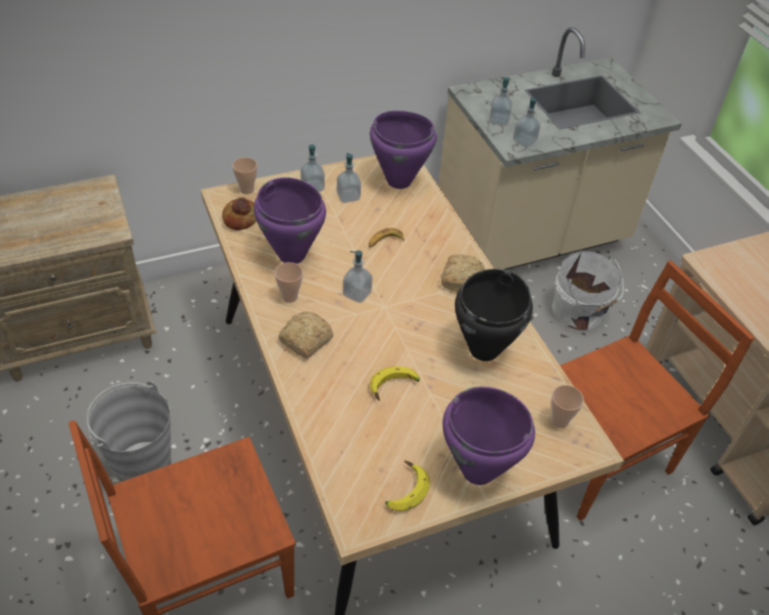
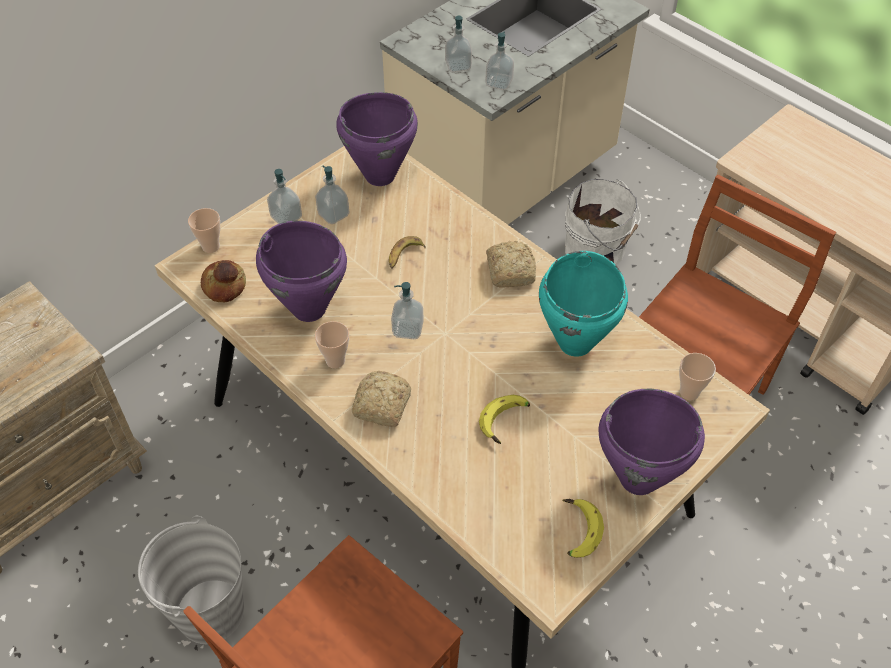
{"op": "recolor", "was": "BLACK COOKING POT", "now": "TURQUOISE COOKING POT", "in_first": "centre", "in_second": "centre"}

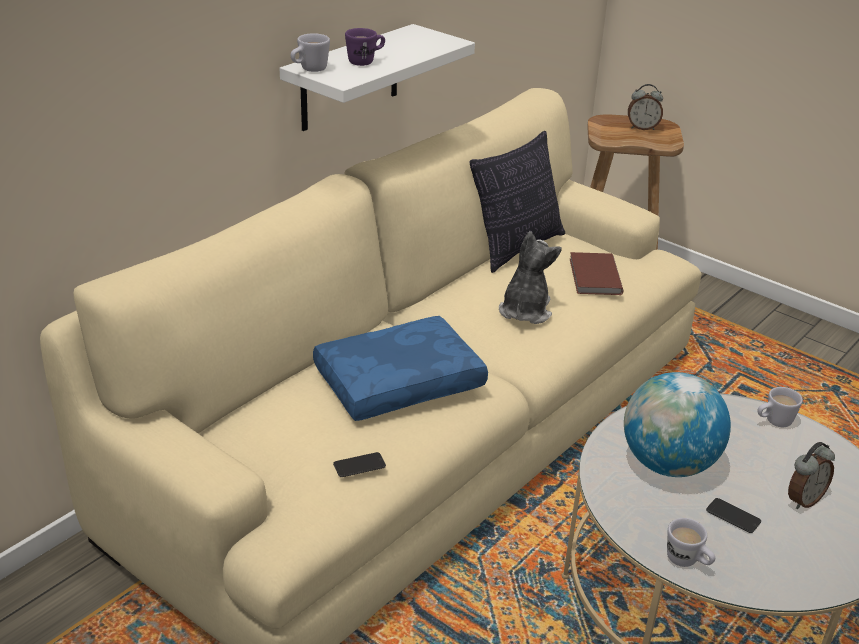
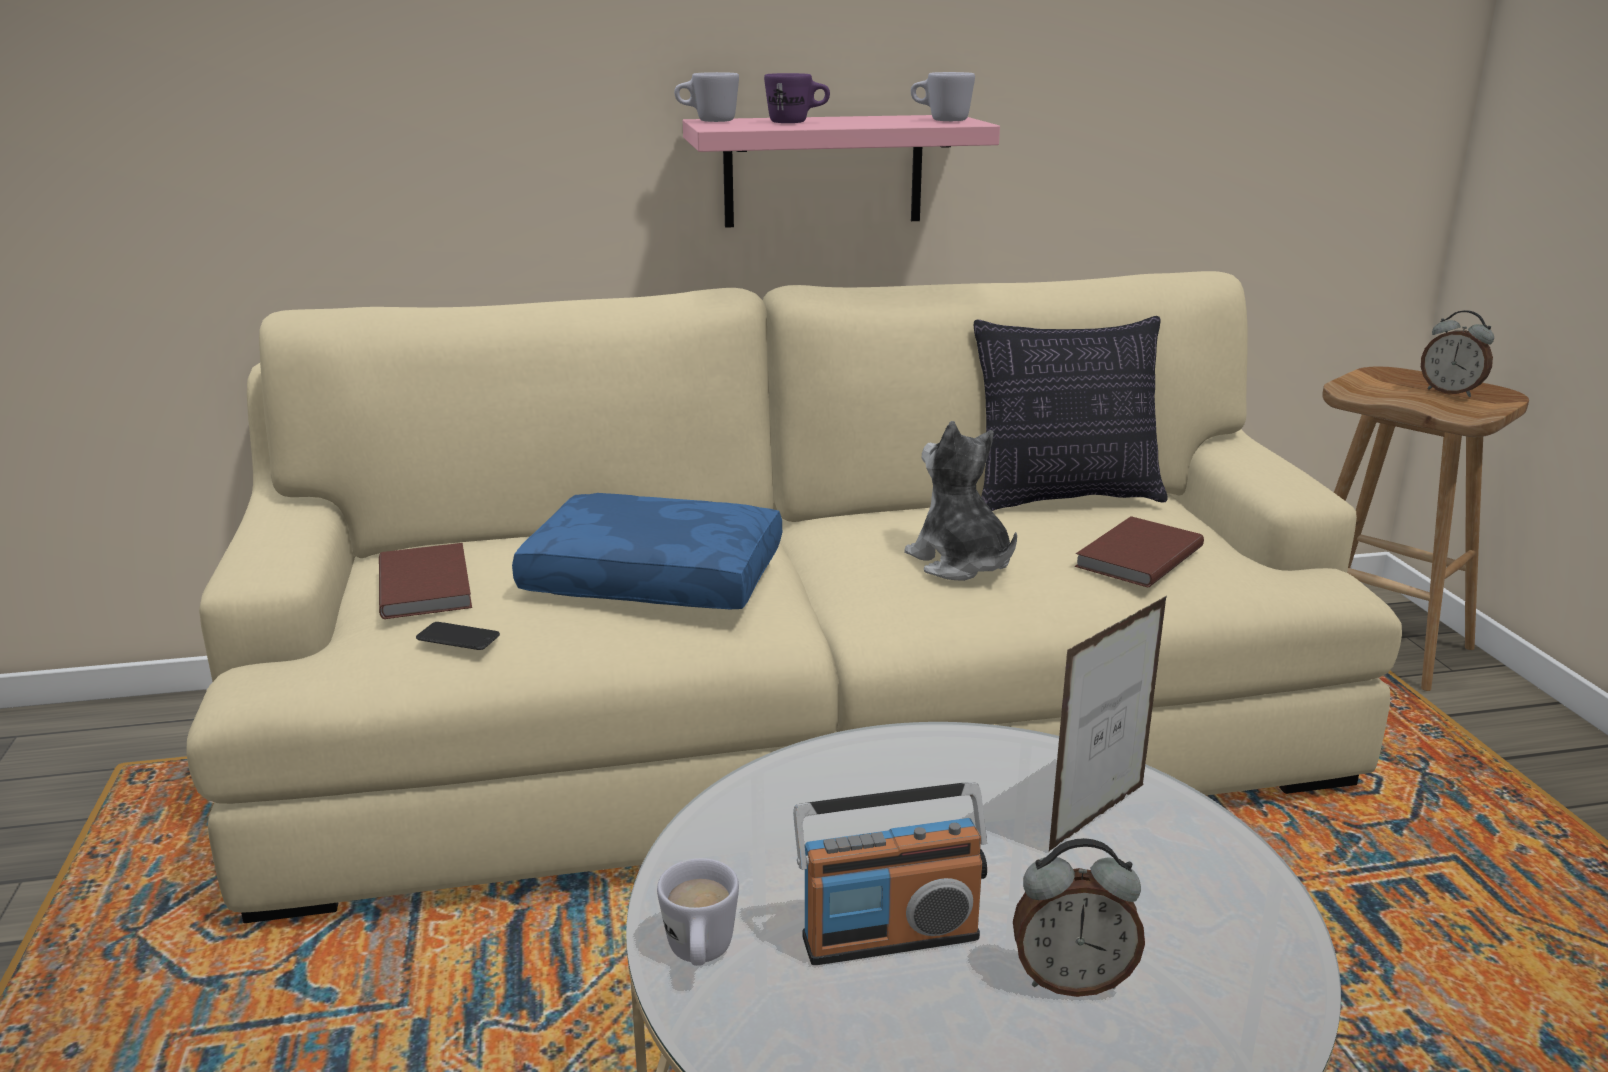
{"op": "recolor", "was": "WHITE SHELF", "now": "PINK SHELF", "in_first": "top centre", "in_second": "top centre"}
{"op": "rotate", "was": "PLUSH TOY", "in_first": "centre", "in_second": "centre", "clockwise": -90}
{"op": "delete", "was": "GLOBE", "in_first": "middle right"}
{"op": "replace", "was": "PHONE (2nd from left)", "now": "RADIO", "in_first": "bottom right", "in_second": "bottom centre"}
{"op": "move", "was": "WHITE MUG (3rd from left)", "in_first": "middle right", "in_second": "top centre"}
{"op": "insert", "now": "BROWN BOOK (1st from left)", "in_second": "middle left"}
{"op": "insert", "now": "PICTURE FRAME", "in_second": "bottom right"}

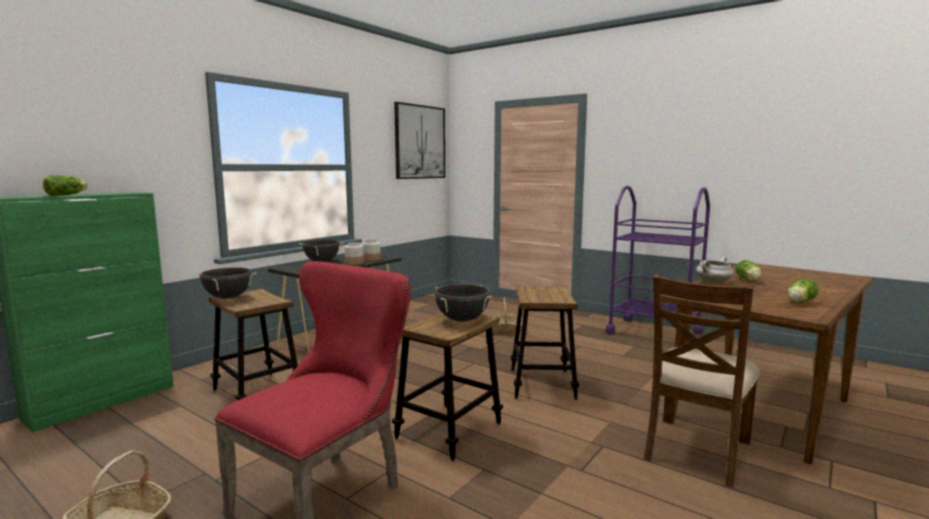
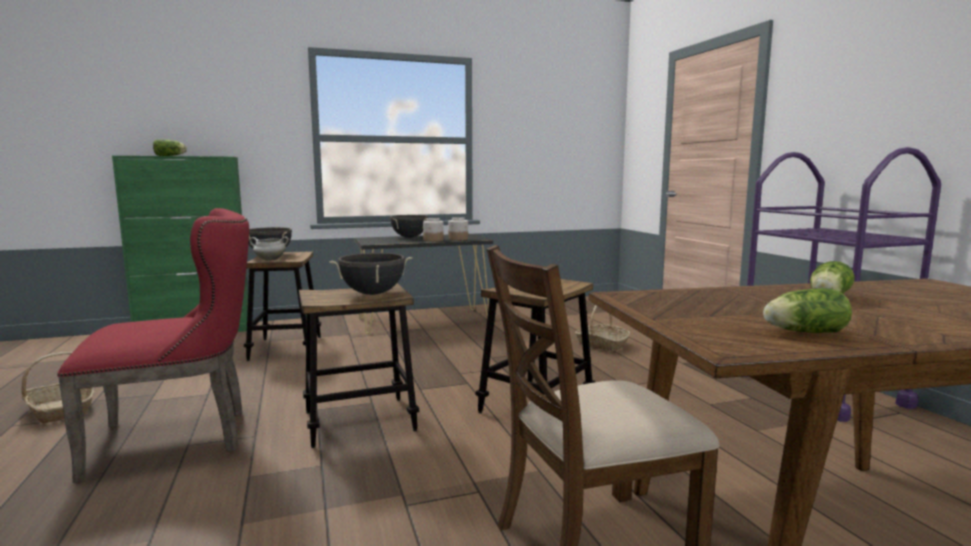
{"op": "delete", "was": "PICTURE", "in_first": "top centre"}
{"op": "move", "was": "WHITE COOKING POT", "in_first": "middle right", "in_second": "middle left"}

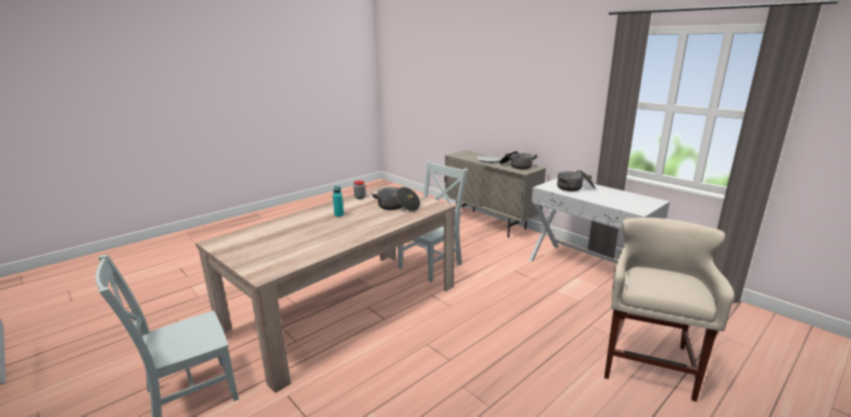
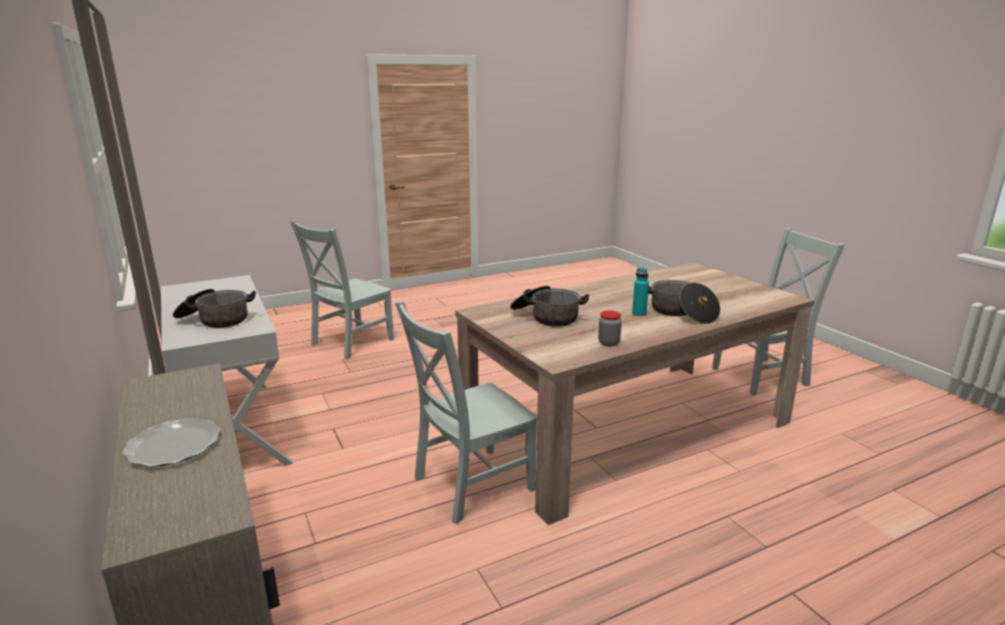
{"op": "move", "was": "COOKING POT (2nd from left in the first image)", "now": "COOKING POT (3rd from left)", "in_first": "centre", "in_second": "middle right"}
{"op": "replace", "was": "BEIGE STOOL", "now": "GREY CHAIR (1st from left)", "in_first": "bottom right", "in_second": "centre"}

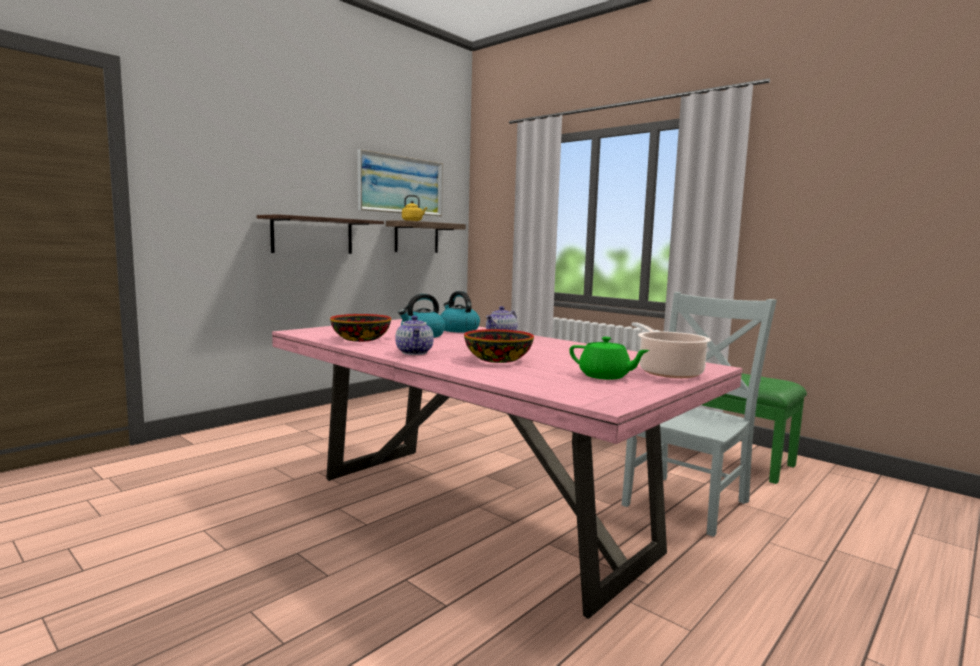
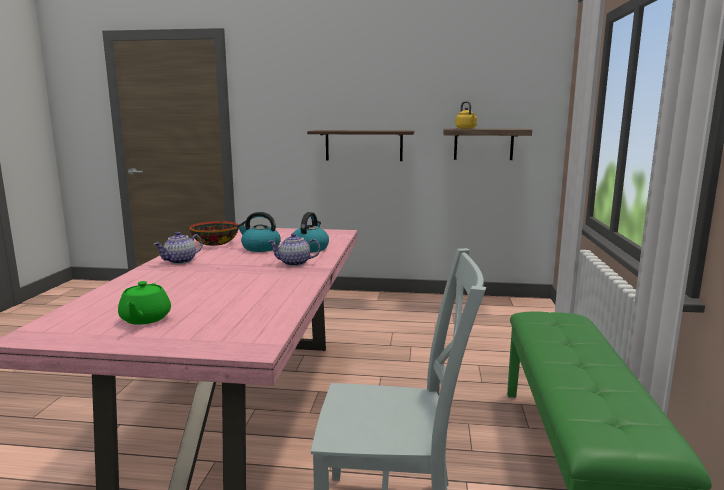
{"op": "delete", "was": "PICTURE", "in_first": "top centre"}
{"op": "delete", "was": "BOWL (2nd from left)", "in_first": "centre"}
{"op": "delete", "was": "COOKING POT", "in_first": "middle right"}

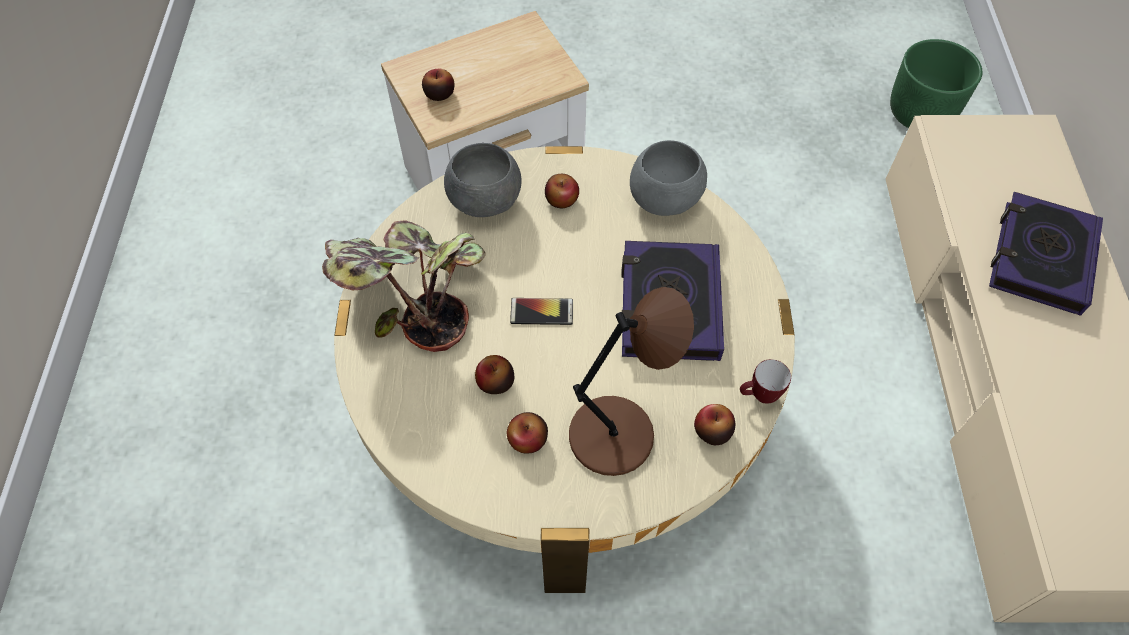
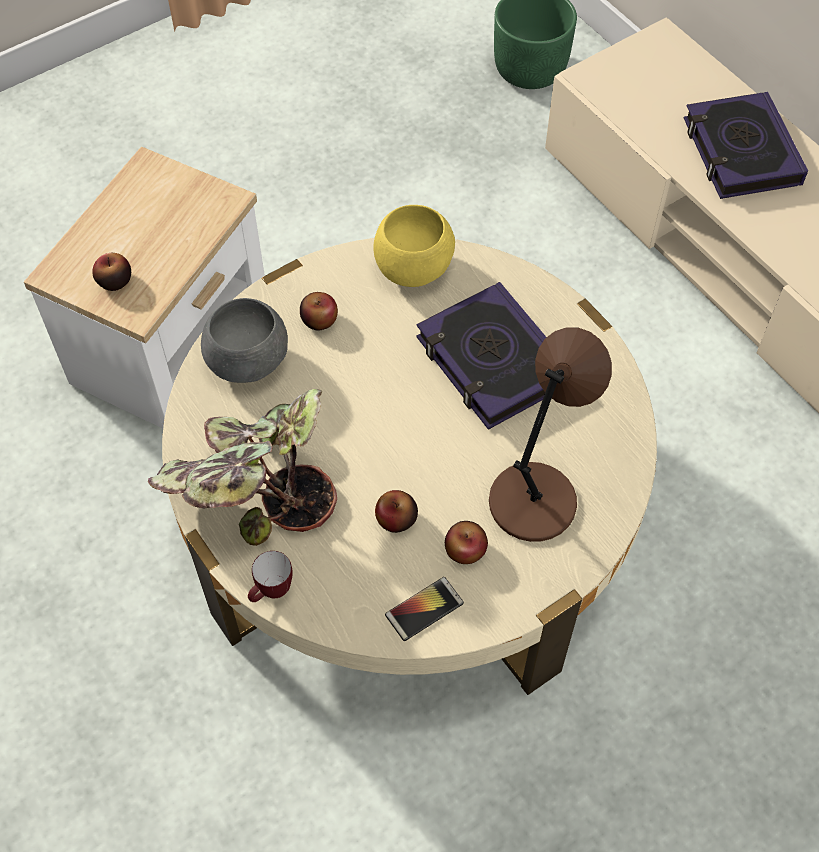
{"op": "move", "was": "PHONE", "in_first": "centre", "in_second": "bottom centre"}
{"op": "recolor", "was": "GREY BOWL (2nd from left)", "now": "YELLOW BOWL", "in_first": "top centre", "in_second": "top centre"}
{"op": "delete", "was": "APPLE (5th from left)", "in_first": "bottom centre"}
{"op": "move", "was": "MUG", "in_first": "middle right", "in_second": "bottom left"}

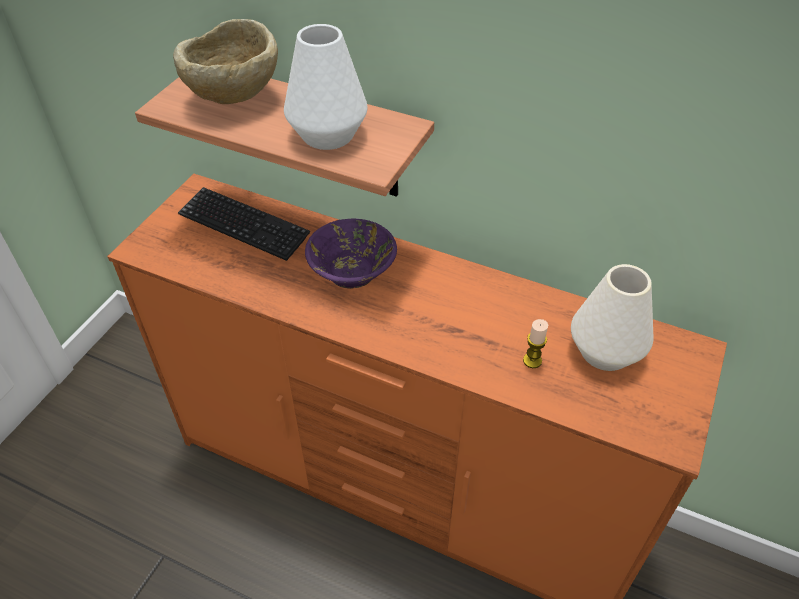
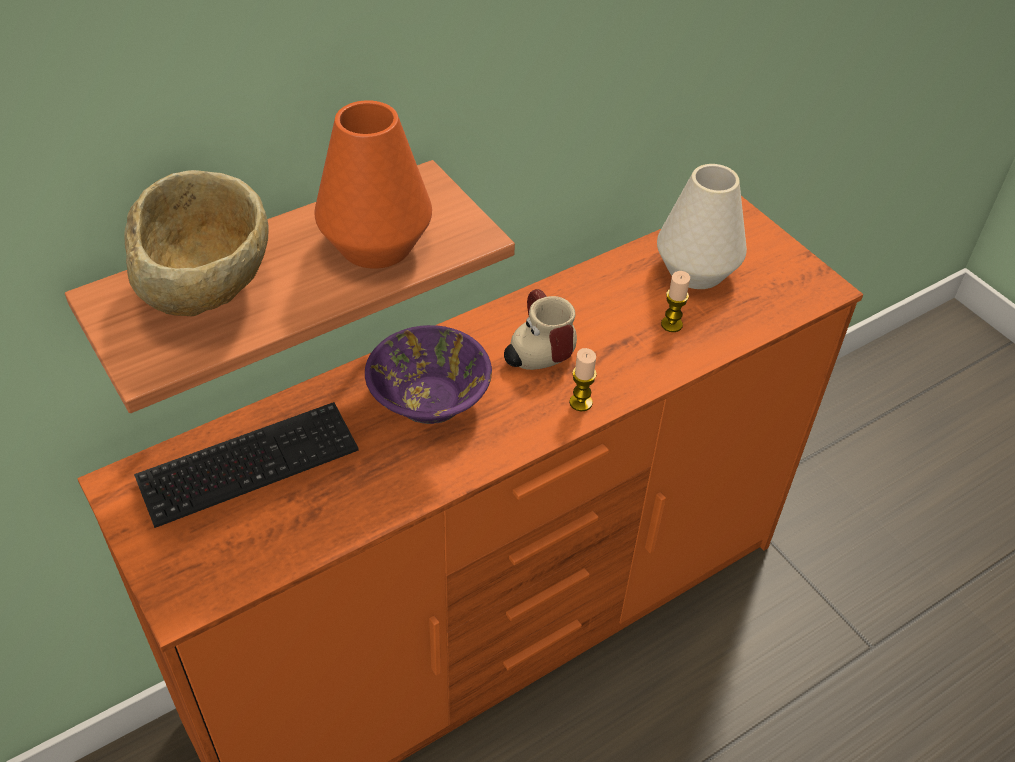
{"op": "recolor", "was": "WHITE VASE (1st from left)", "now": "ORANGE VASE", "in_first": "top centre", "in_second": "top centre"}
{"op": "insert", "now": "MUG", "in_second": "centre"}
{"op": "insert", "now": "CANDLE (1st from left)", "in_second": "centre"}

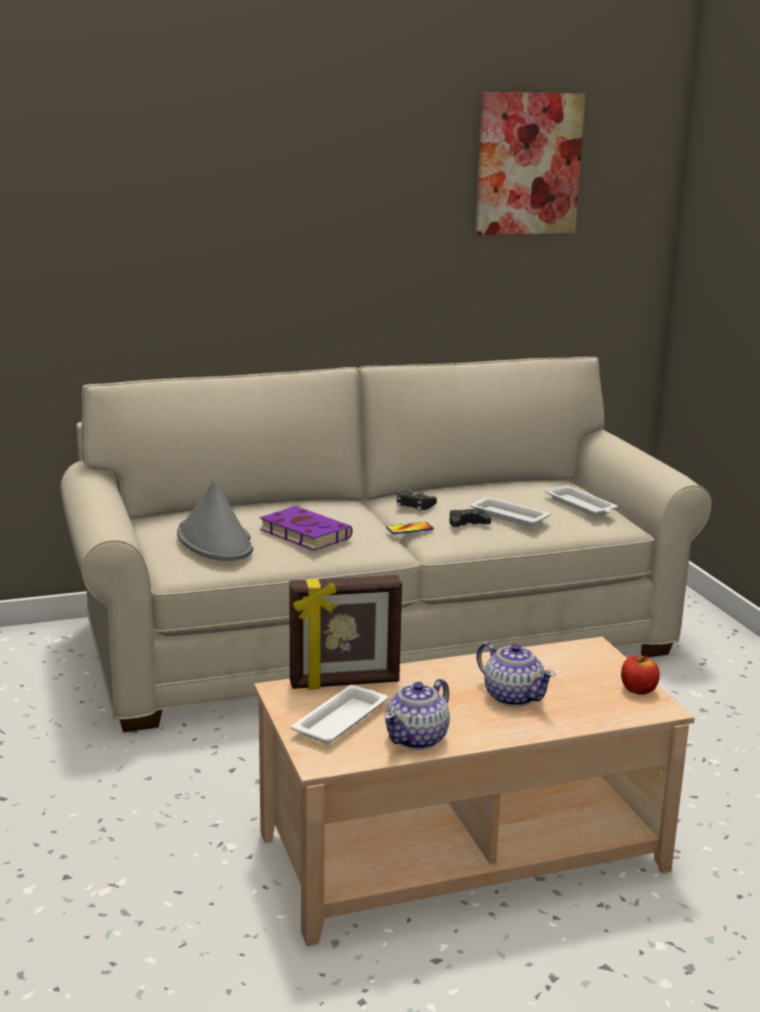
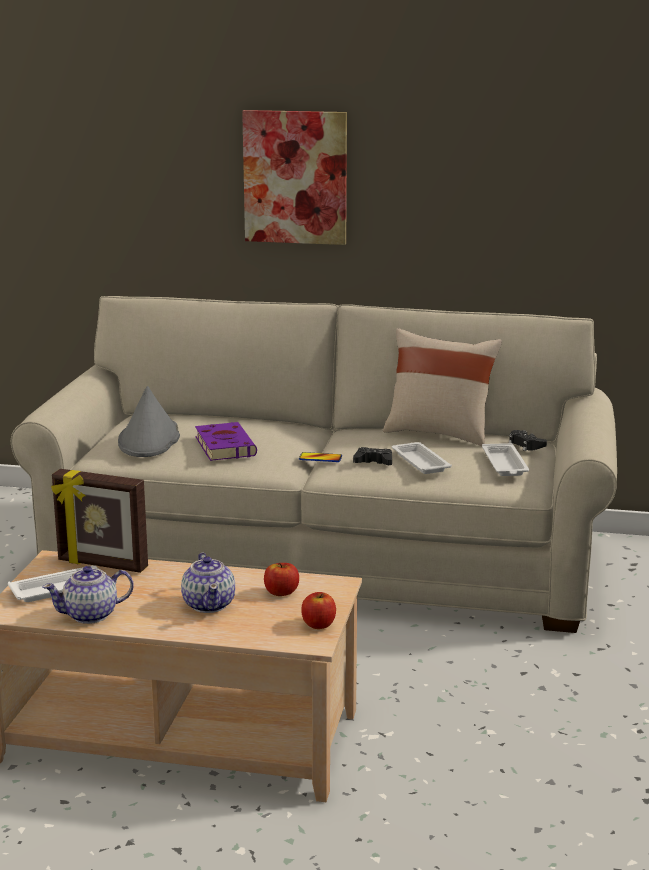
{"op": "move", "was": "BLACK GAME CONTROLLER (1st from left in the first image)", "now": "BLACK GAME CONTROLLER (2nd from left)", "in_first": "centre", "in_second": "middle right"}
{"op": "move", "was": "PICTURE", "in_first": "top right", "in_second": "top centre"}
{"op": "insert", "now": "APPLE (1st from left)", "in_second": "centre"}
{"op": "insert", "now": "BEIGE PILLOW", "in_second": "middle right"}

